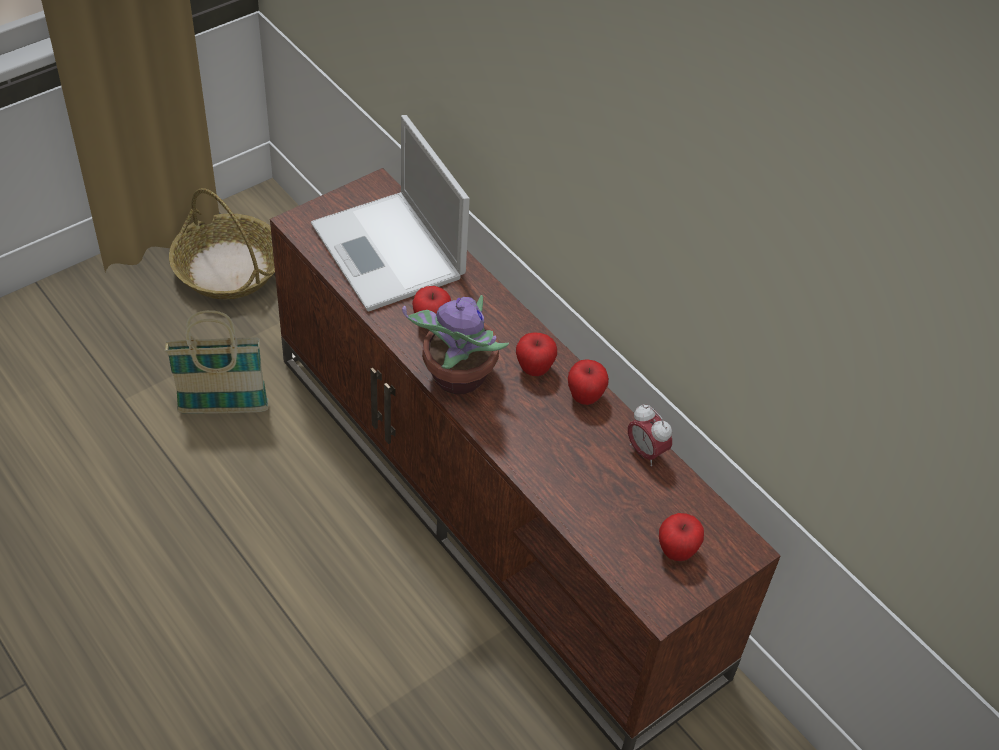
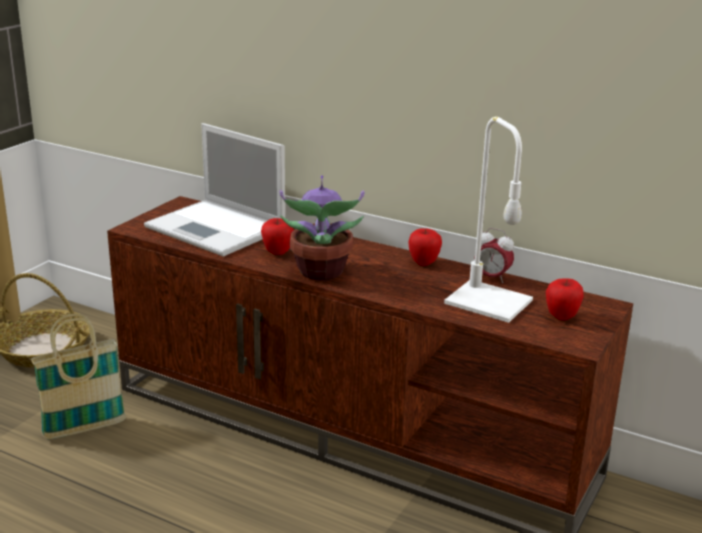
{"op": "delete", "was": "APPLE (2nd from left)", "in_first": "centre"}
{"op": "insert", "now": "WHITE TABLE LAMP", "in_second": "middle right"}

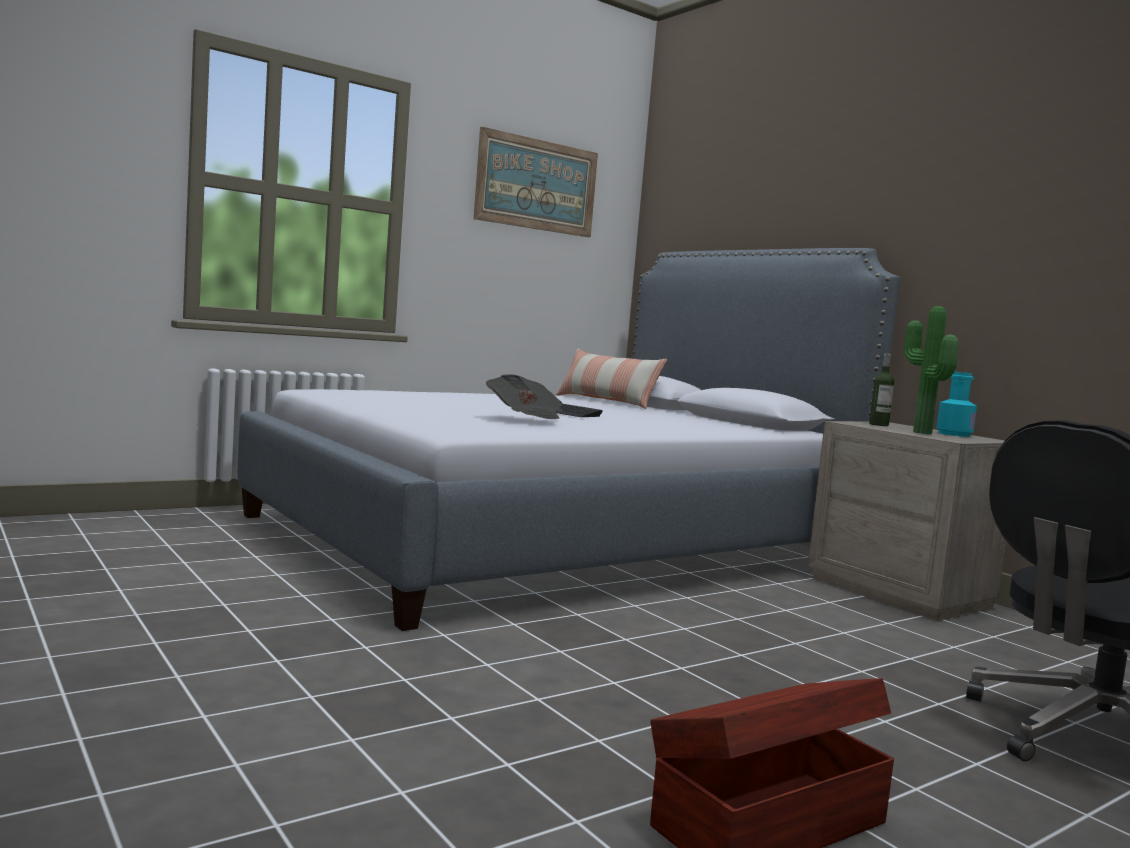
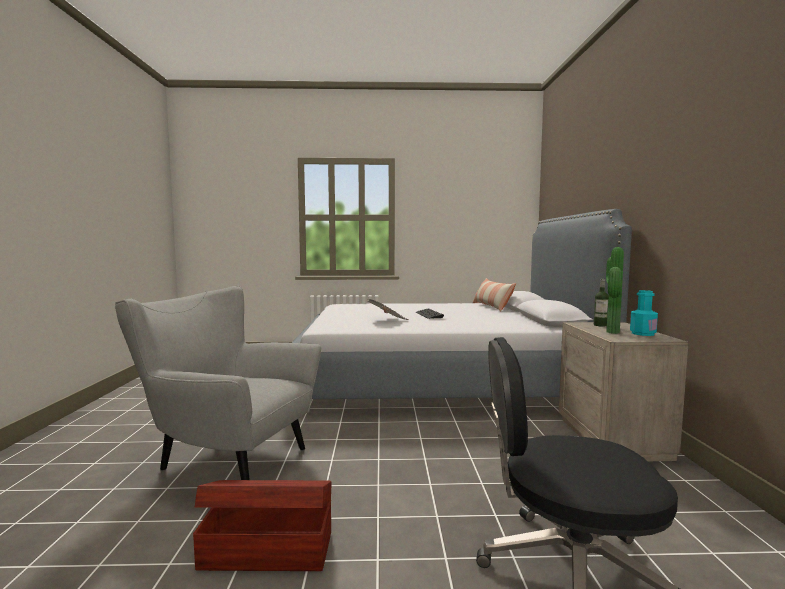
{"op": "delete", "was": "PICTURE", "in_first": "top centre"}
{"op": "insert", "now": "GREY ARMCHAIR", "in_second": "middle left"}

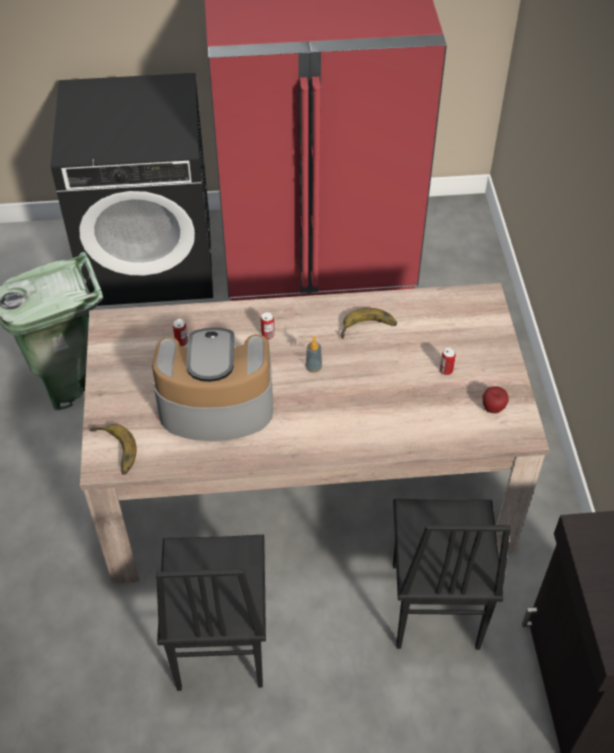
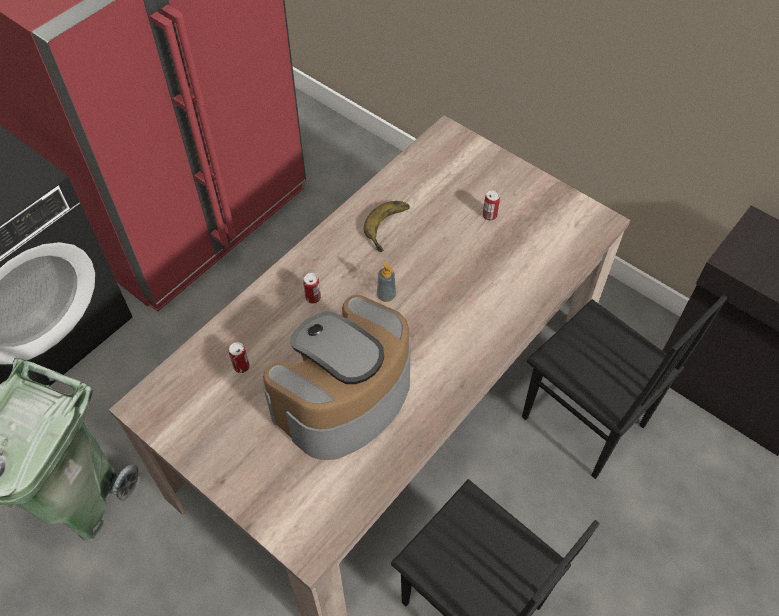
{"op": "delete", "was": "BANANA (1st from left)", "in_first": "middle left"}
{"op": "delete", "was": "APPLE", "in_first": "middle right"}

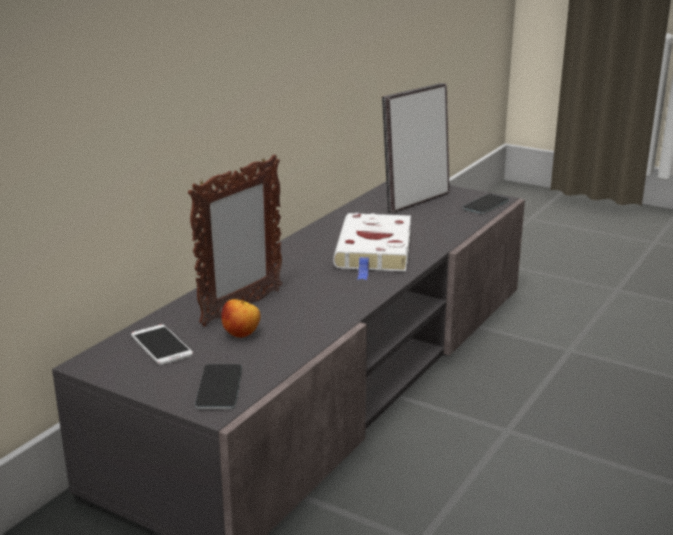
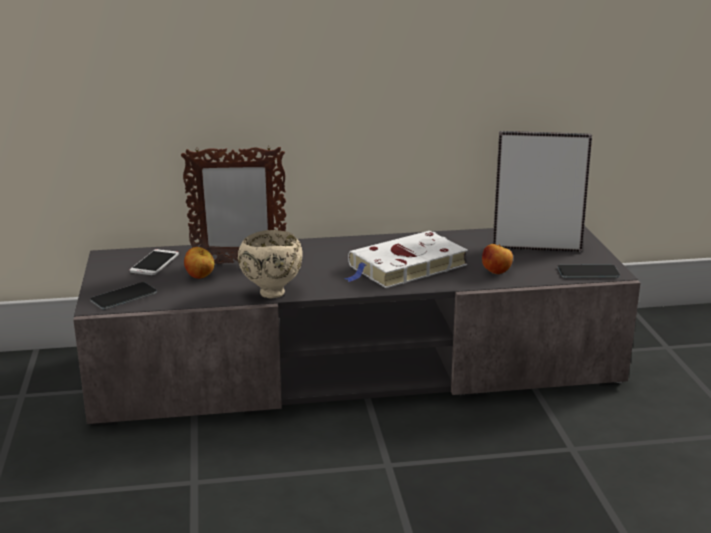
{"op": "insert", "now": "BEIGE BOWL", "in_second": "centre"}
{"op": "insert", "now": "APPLE (2nd from left)", "in_second": "middle right"}

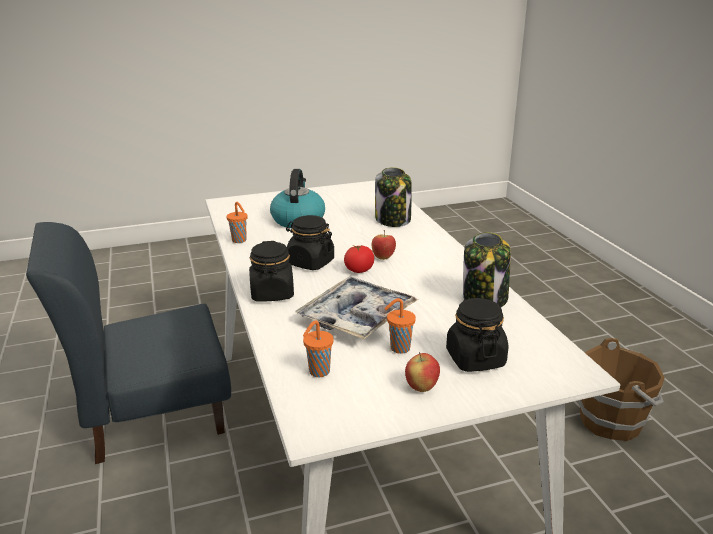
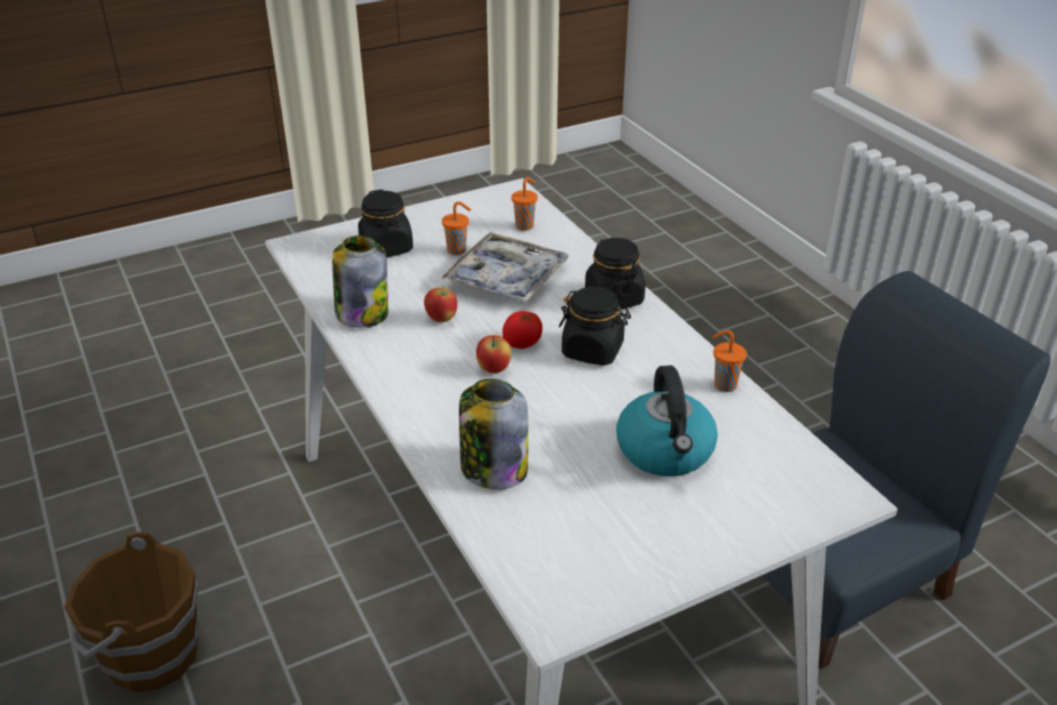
{"op": "move", "was": "APPLE (2nd from left in the first image)", "now": "APPLE (1st from left)", "in_first": "bottom centre", "in_second": "centre"}

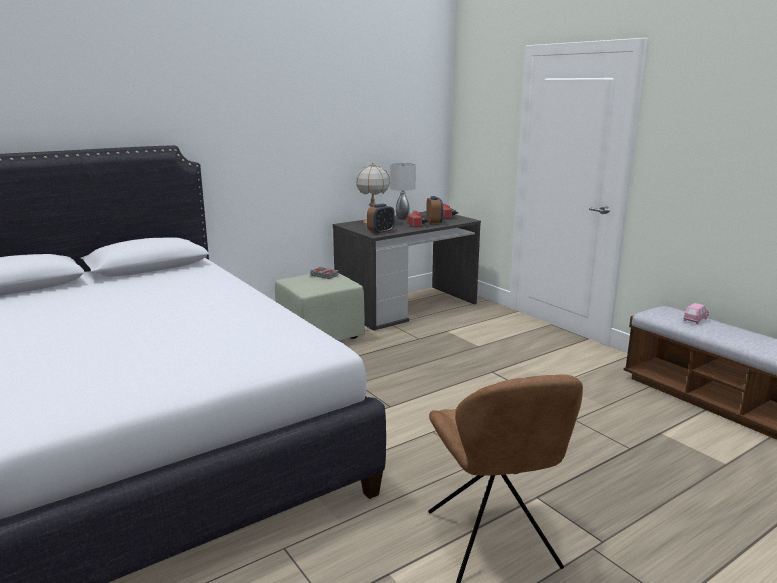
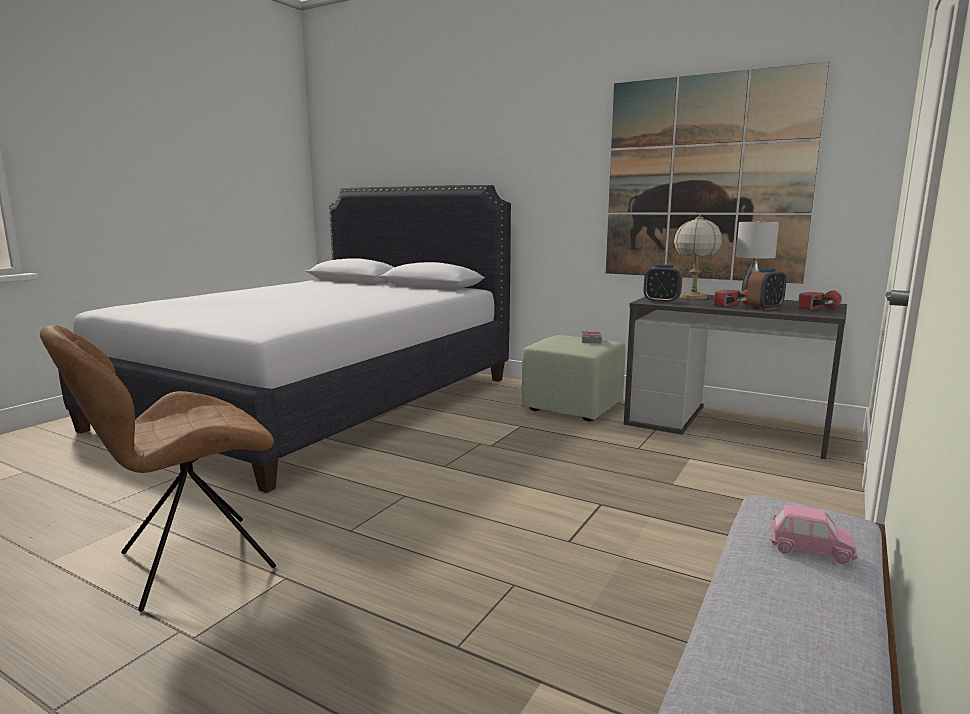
{"op": "insert", "now": "PICTURE", "in_second": "top right"}

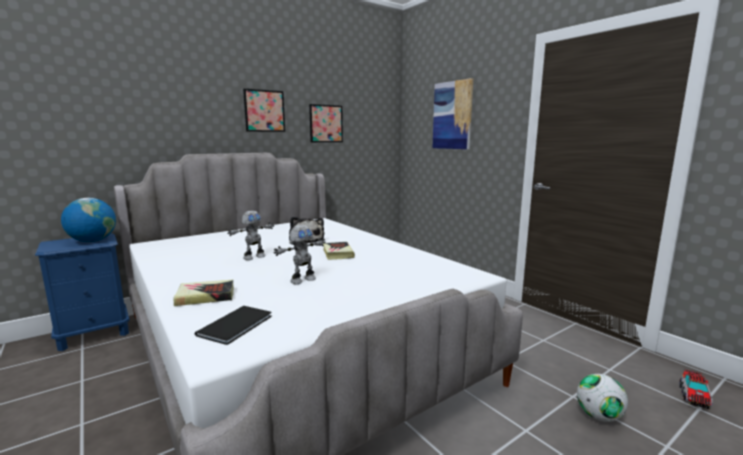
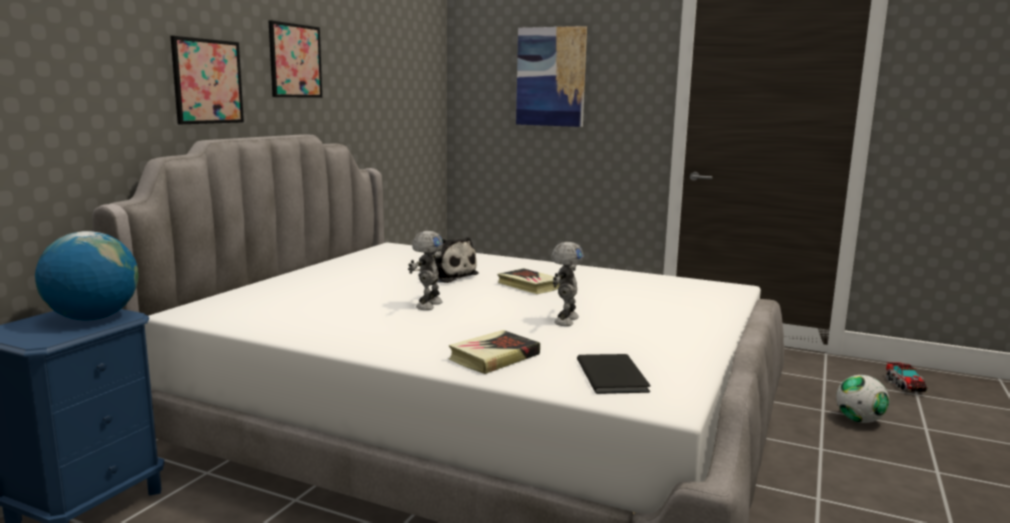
{"op": "move", "was": "PICTURE (2nd from left in the first image)", "now": "PICTURE (1st from left)", "in_first": "top centre", "in_second": "top left"}

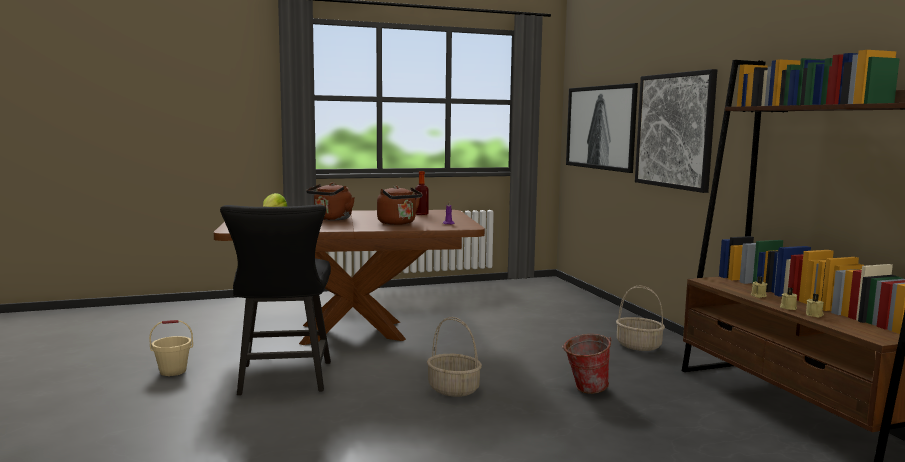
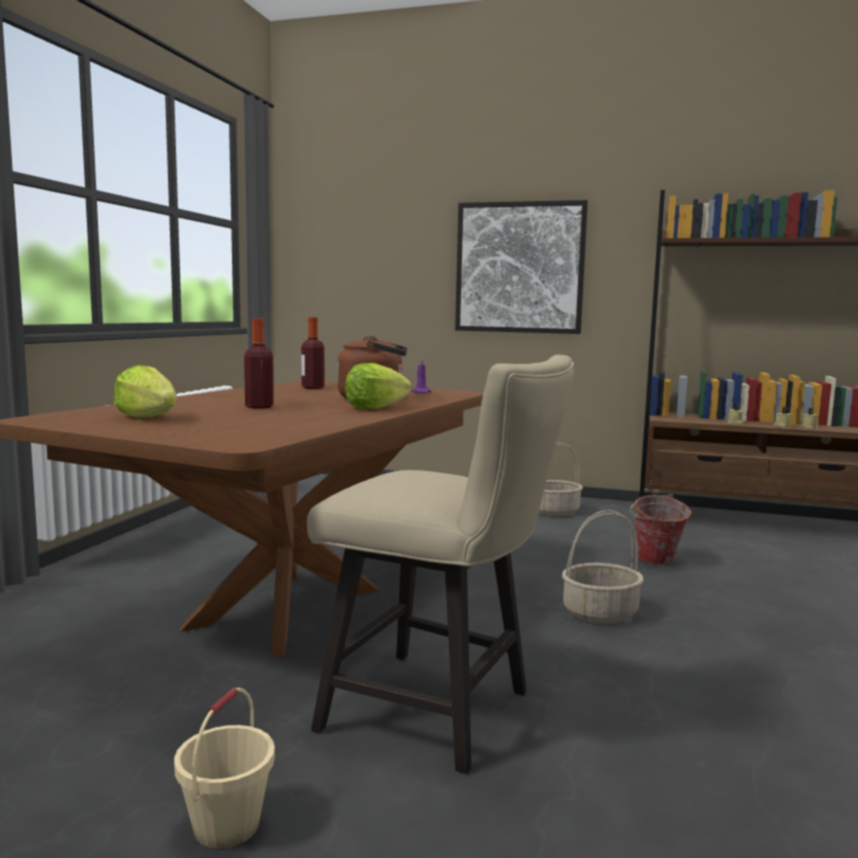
{"op": "recolor", "was": "BLACK CHAIR", "now": "BEIGE CHAIR", "in_first": "middle left", "in_second": "centre"}
{"op": "replace", "was": "BROWN KETTLE (1st from left)", "now": "BOTTLE (1st from left)", "in_first": "centre", "in_second": "middle left"}
{"op": "delete", "was": "PICTURE (1st from left)", "in_first": "top centre"}
{"op": "insert", "now": "LETTUCE (2nd from left)", "in_second": "centre"}

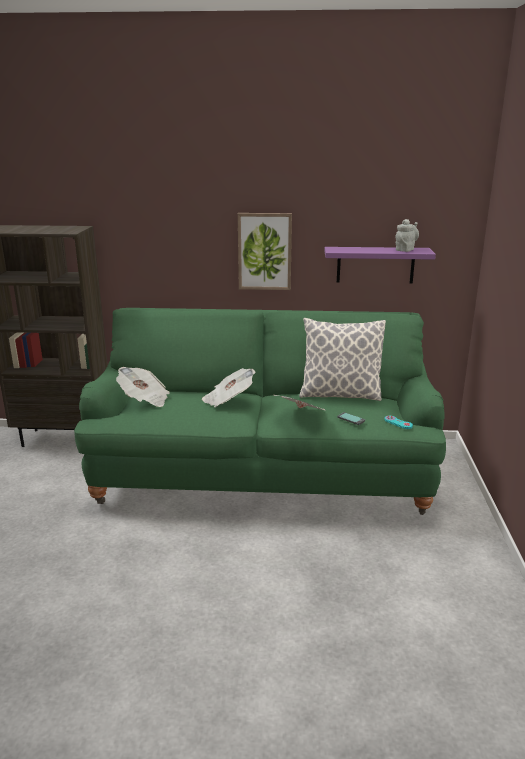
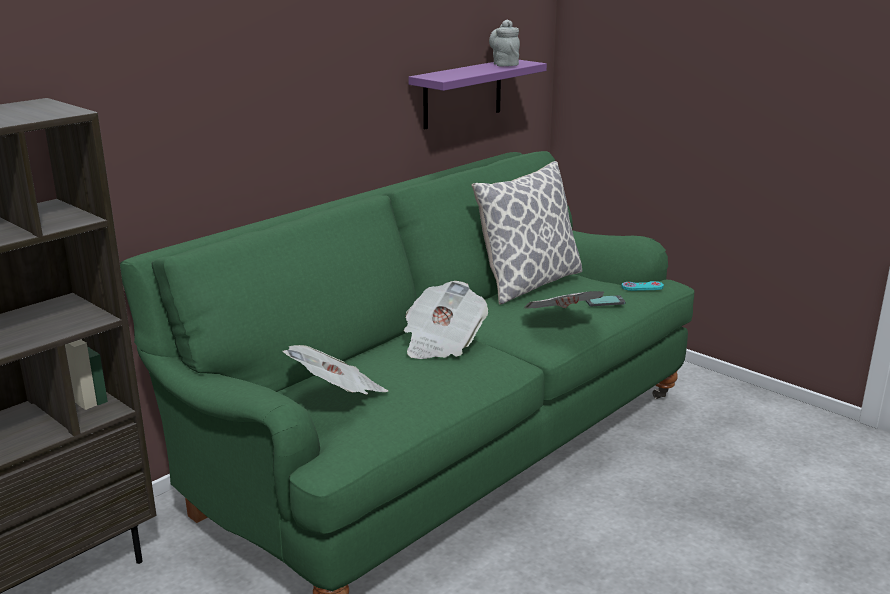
{"op": "delete", "was": "PICTURE", "in_first": "top centre"}

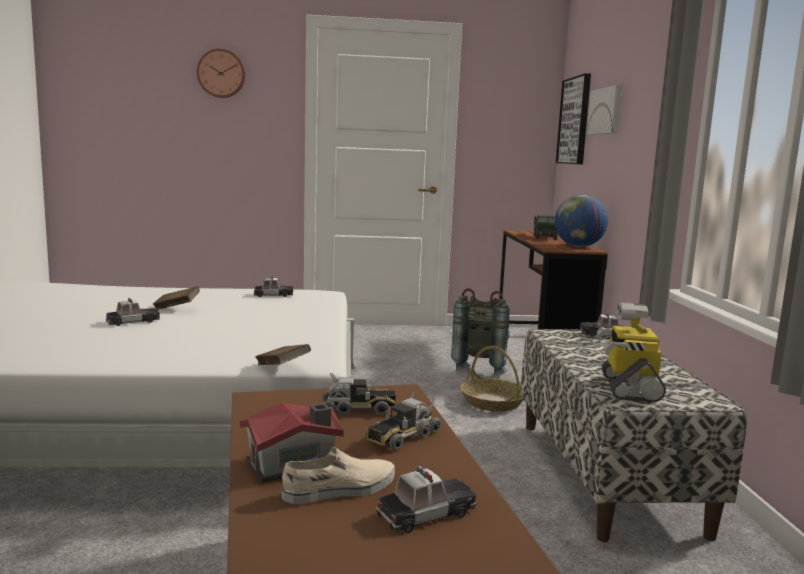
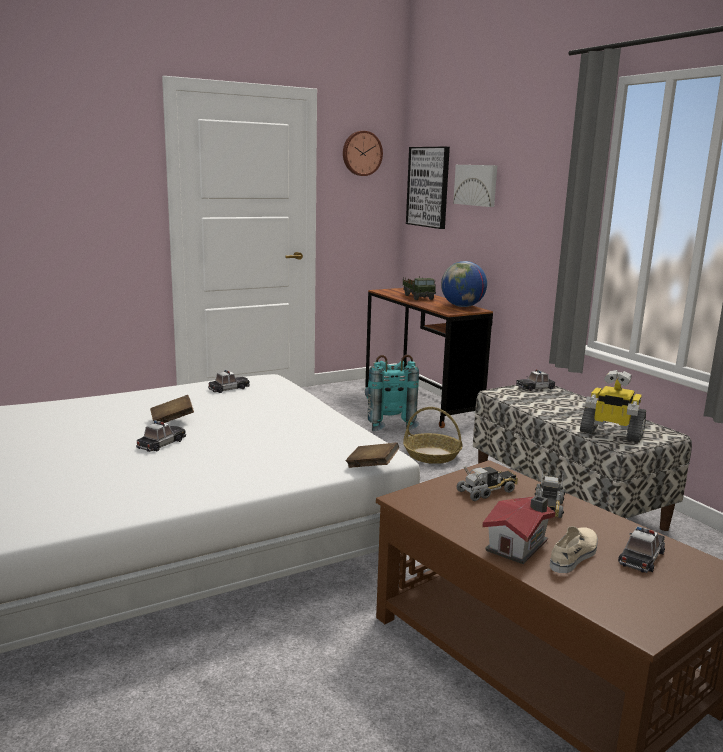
{"op": "move", "was": "WALL CLOCK", "in_first": "top left", "in_second": "top centre"}
{"op": "recolor", "was": "GREY BACKPACK", "now": "TURQUOISE BACKPACK", "in_first": "centre", "in_second": "centre"}
{"op": "rotate", "was": "TOY ROBOT", "in_first": "middle right", "in_second": "middle right", "clockwise": -45}

